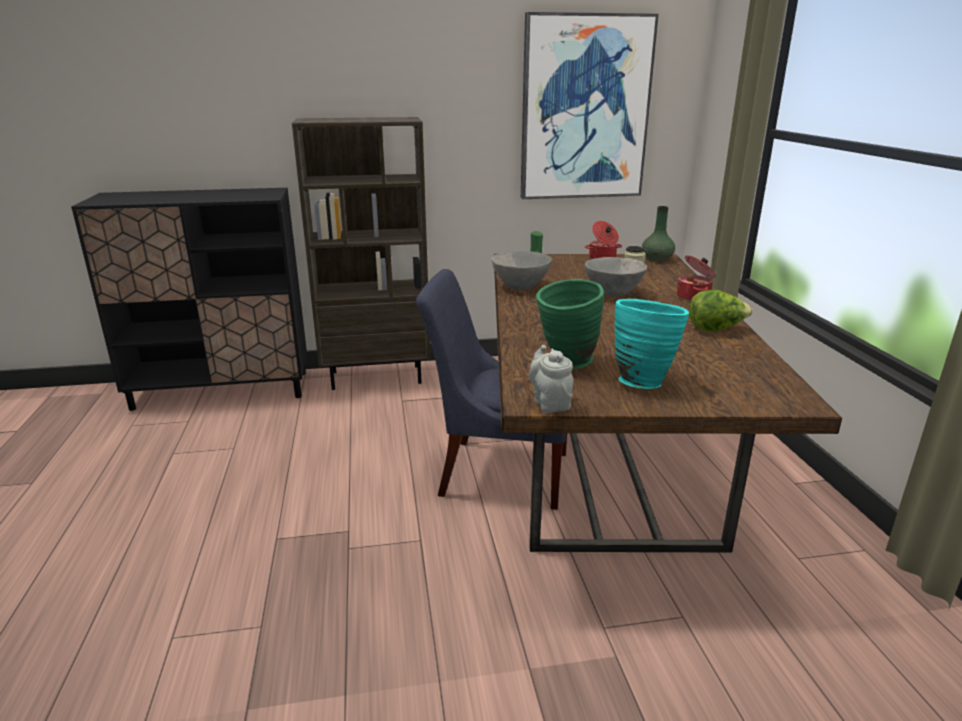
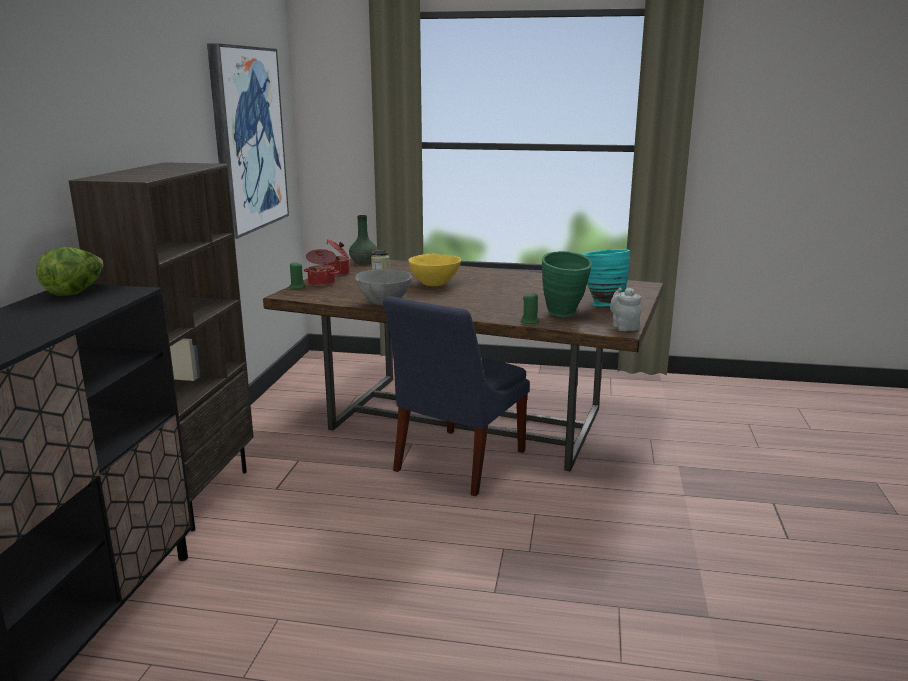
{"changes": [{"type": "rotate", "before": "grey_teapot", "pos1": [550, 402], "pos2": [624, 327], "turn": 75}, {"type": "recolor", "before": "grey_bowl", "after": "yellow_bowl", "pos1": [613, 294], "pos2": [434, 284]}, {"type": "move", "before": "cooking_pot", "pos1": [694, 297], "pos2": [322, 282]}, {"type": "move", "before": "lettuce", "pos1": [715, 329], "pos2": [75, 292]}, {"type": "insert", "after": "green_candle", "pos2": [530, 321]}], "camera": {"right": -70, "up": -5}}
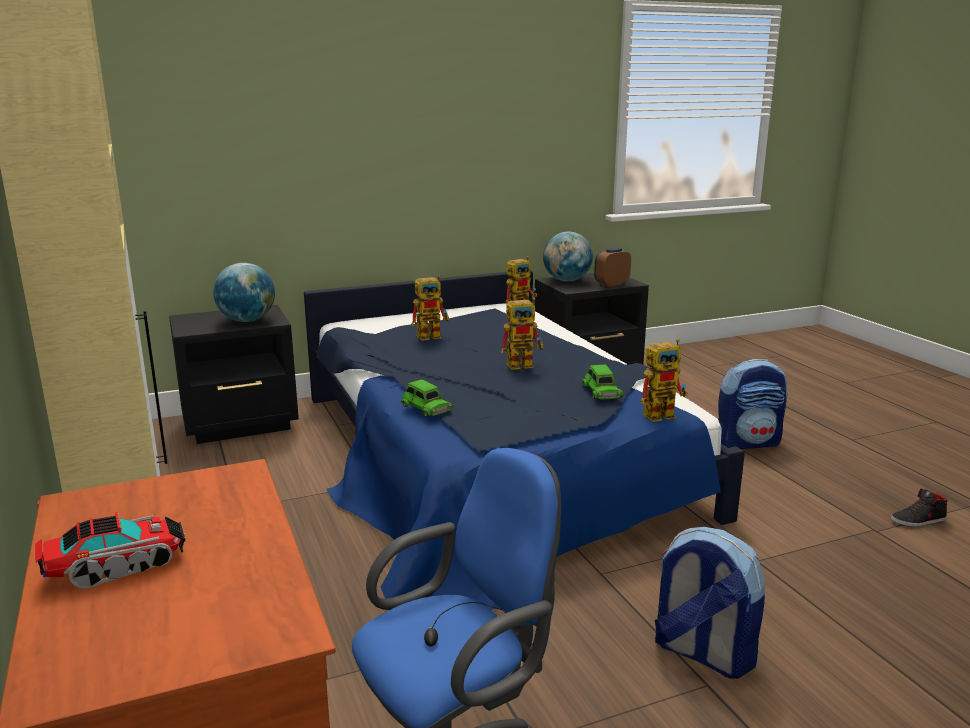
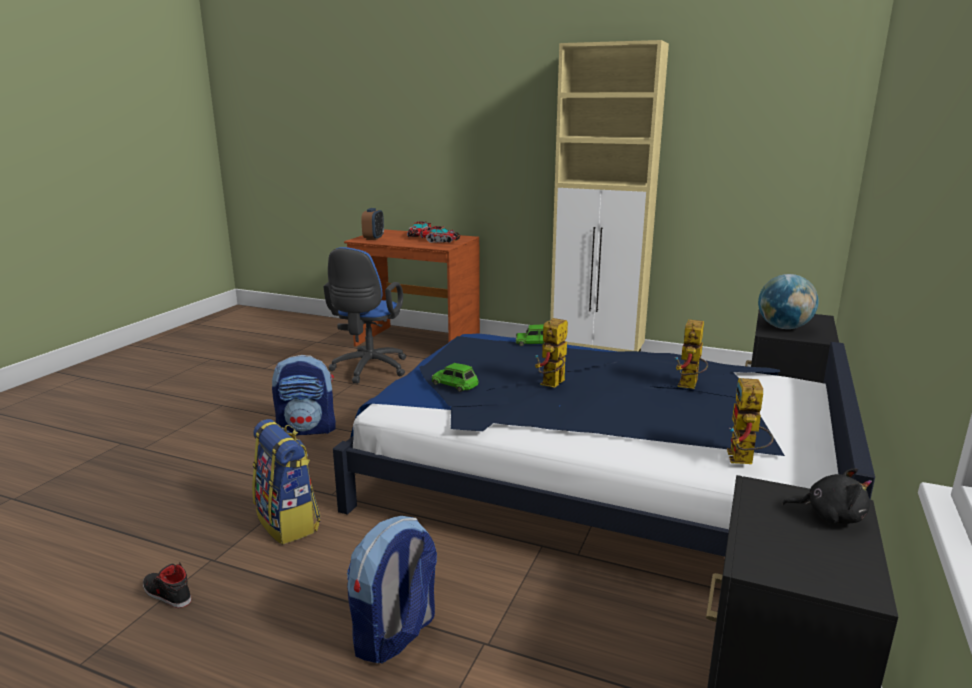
{"changes": [{"type": "replace", "before": "globe", "after": "black_plush_toy", "pos1": [566, 280], "pos2": [829, 516]}, {"type": "move", "before": "alarm_clock", "pos1": [611, 284], "pos2": [373, 238]}, {"type": "delete", "before": "toy_robot", "pos1": [663, 414]}, {"type": "rotate", "before": "black_shoe", "pos1": [918, 521], "pos2": [166, 594], "turn": -90}, {"type": "insert", "after": "backpack", "pos2": [289, 522]}, {"type": "insert", "after": "toy_truck", "pos2": [440, 241]}], "camera": {"right": 135, "up": 0}}
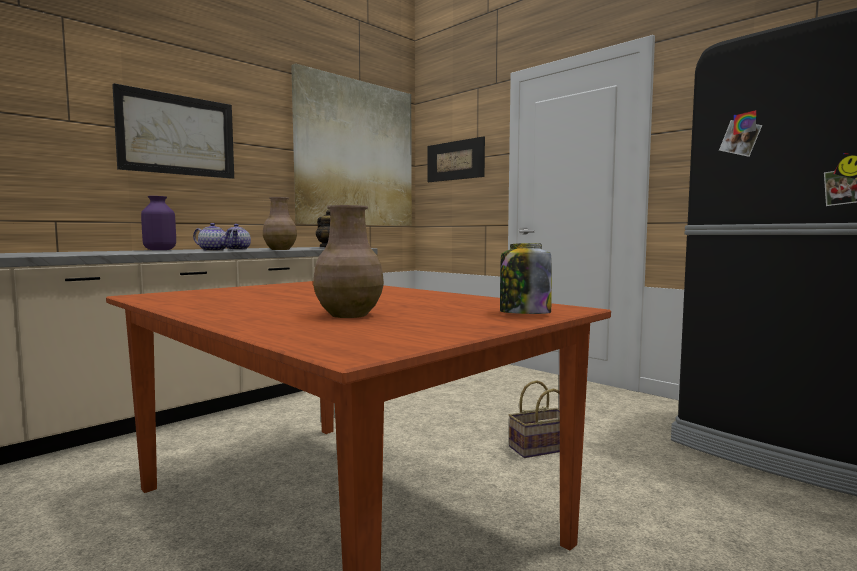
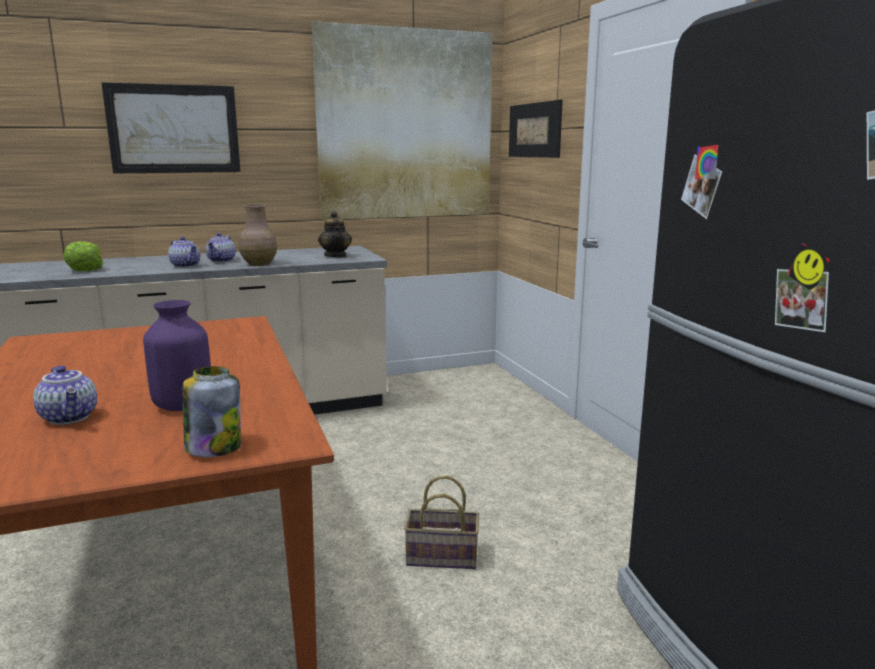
{"changes": [{"type": "move", "before": "purple_vase", "pos1": [159, 250], "pos2": [182, 405]}, {"type": "replace", "before": "brown_vase", "after": "teapot", "pos1": [349, 315], "pos2": [70, 417]}, {"type": "insert", "after": "lettuce", "pos2": [83, 270]}], "camera": {"right": 25, "up": 10}}
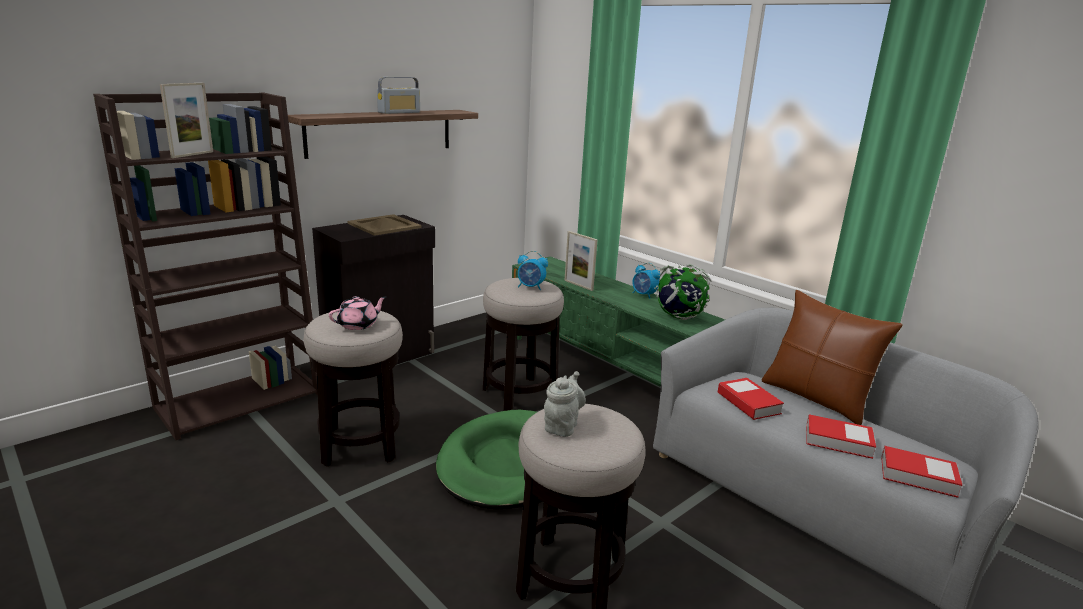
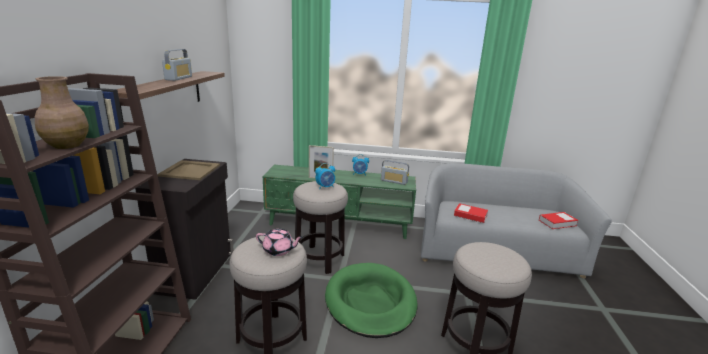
{"changes": [{"type": "replace", "before": "picture_frame", "after": "brown_vase", "pos1": [192, 154], "pos2": [66, 145]}, {"type": "rotate", "before": "pink_teapot", "pos1": [358, 325], "pos2": [279, 250], "turn": 90}, {"type": "delete", "before": "grey_teapot", "pos1": [562, 425]}, {"type": "replace", "before": "globe", "after": "radio", "pos1": [679, 317], "pos2": [394, 181]}, {"type": "delete", "before": "brown_pillow", "pos1": [816, 398]}, {"type": "delete", "before": "book", "pos1": [838, 441]}], "camera": {"right": -40, "up": 0}}
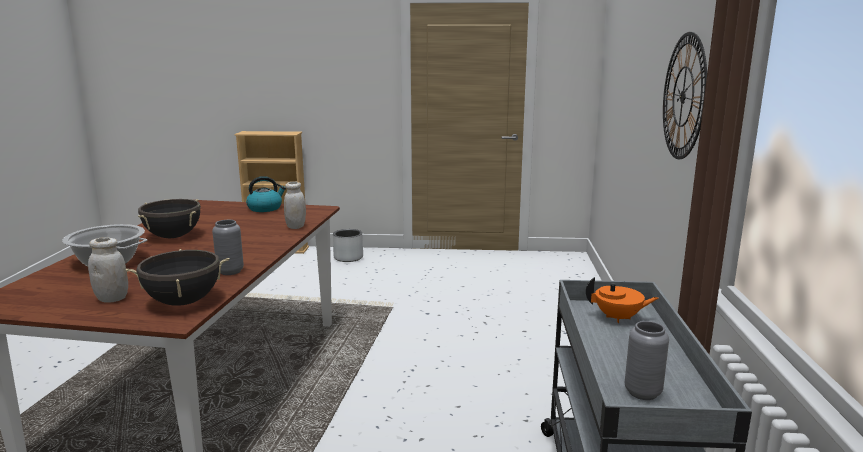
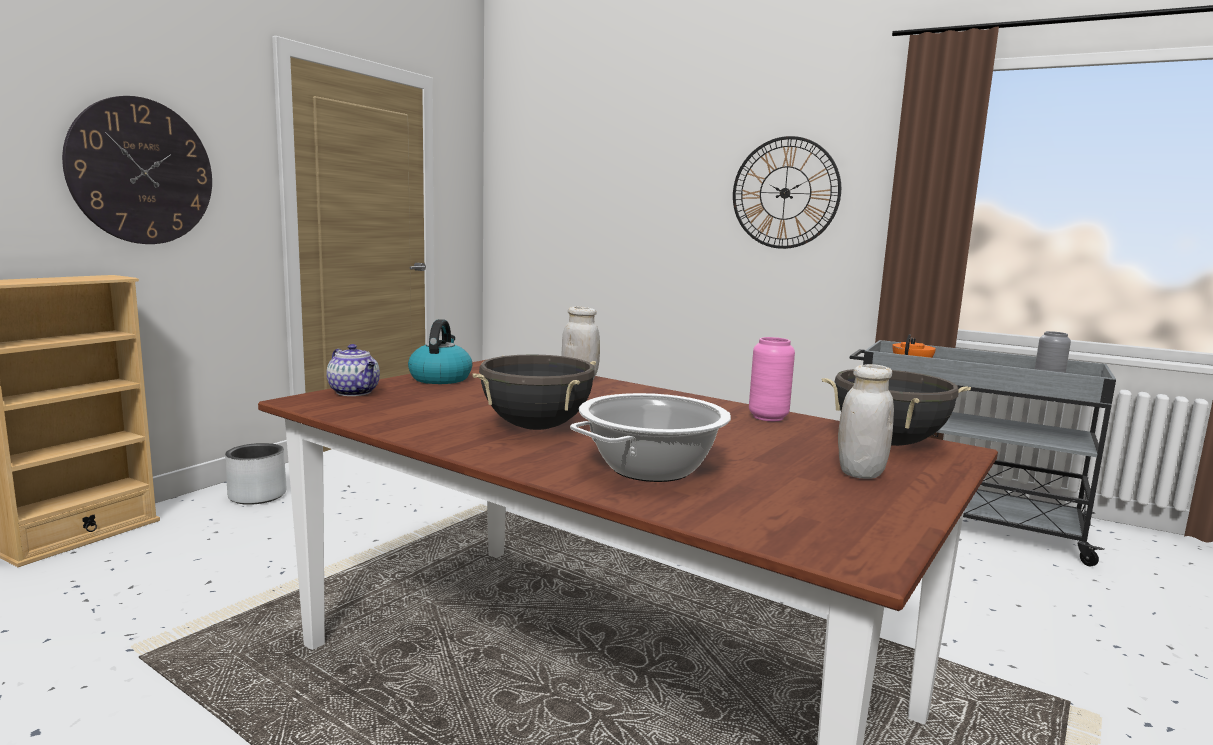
{"changes": [{"type": "recolor", "before": "grey_vase", "after": "pink_vase", "pos1": [230, 271], "pos2": [768, 417]}, {"type": "insert", "after": "wall_clock", "pos2": [142, 171]}, {"type": "insert", "after": "teapot", "pos2": [355, 392]}], "camera": {"right": -65, "up": -5}}
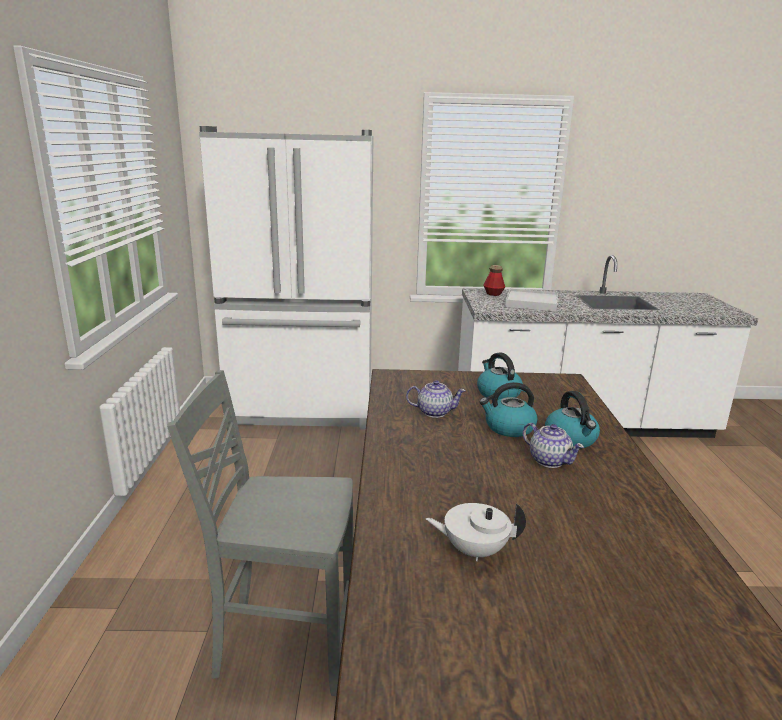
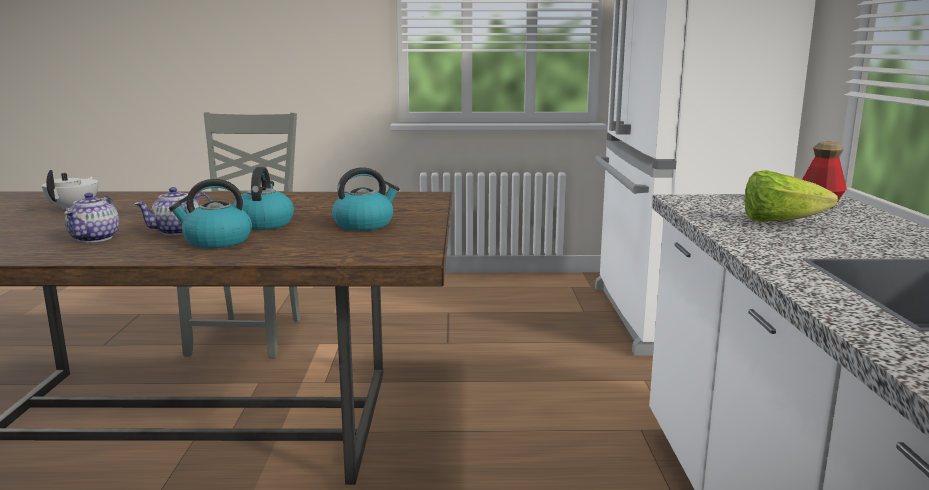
{"changes": [{"type": "move", "before": "teapot", "pos1": [434, 412], "pos2": [96, 238]}, {"type": "replace", "before": "white_tray", "after": "lettuce", "pos1": [531, 303], "pos2": [779, 222]}], "camera": {"right": 90, "up": -5}}
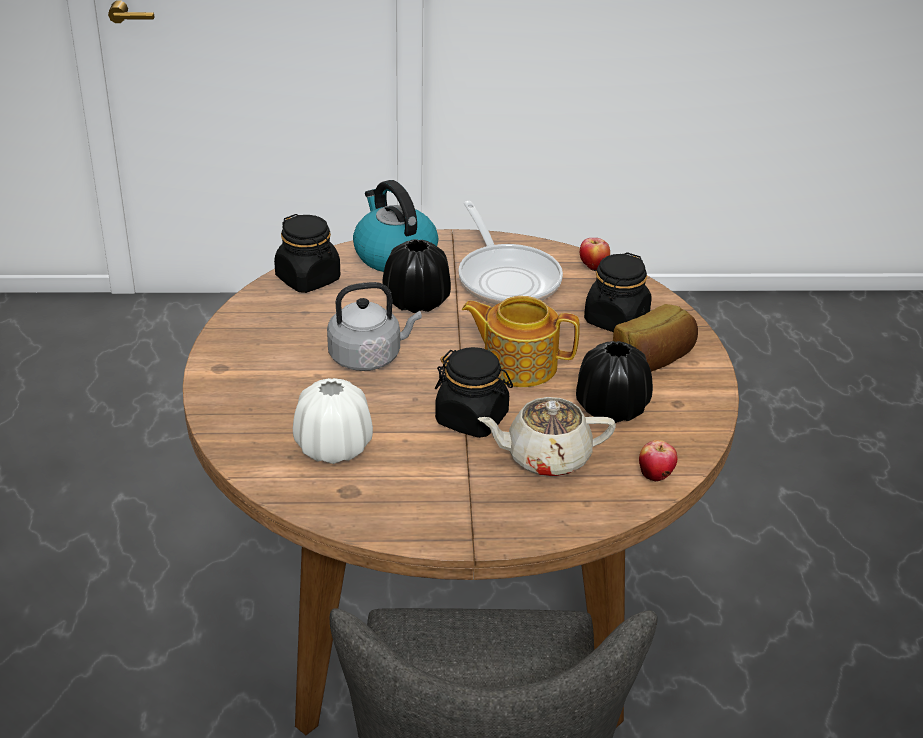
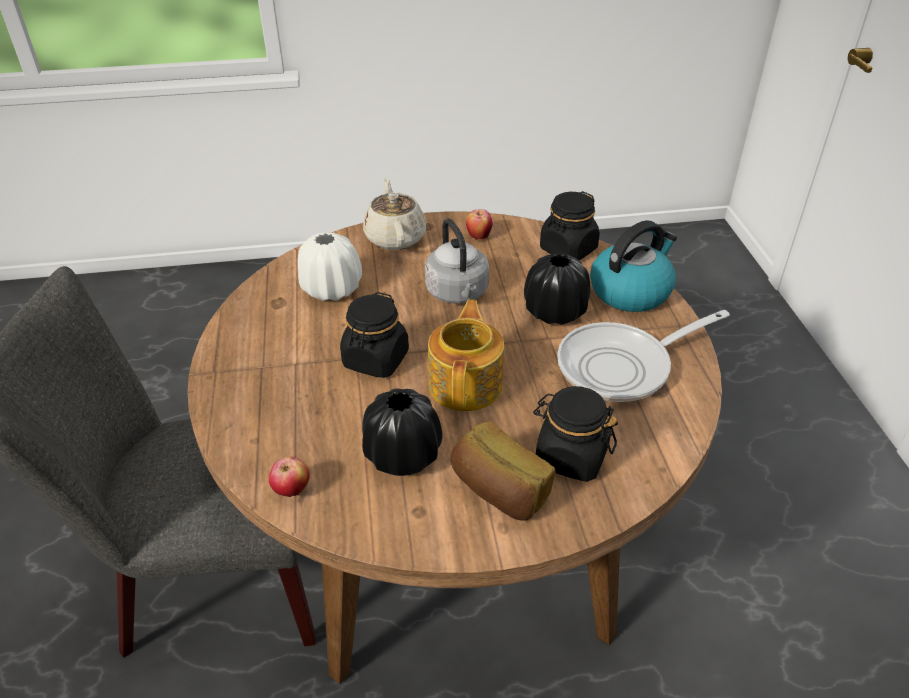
{"changes": [{"type": "move", "before": "beige_teapot", "pos1": [546, 457], "pos2": [395, 237]}, {"type": "move", "before": "apple", "pos1": [593, 268], "pos2": [478, 236]}], "camera": {"right": 85, "up": 5}}
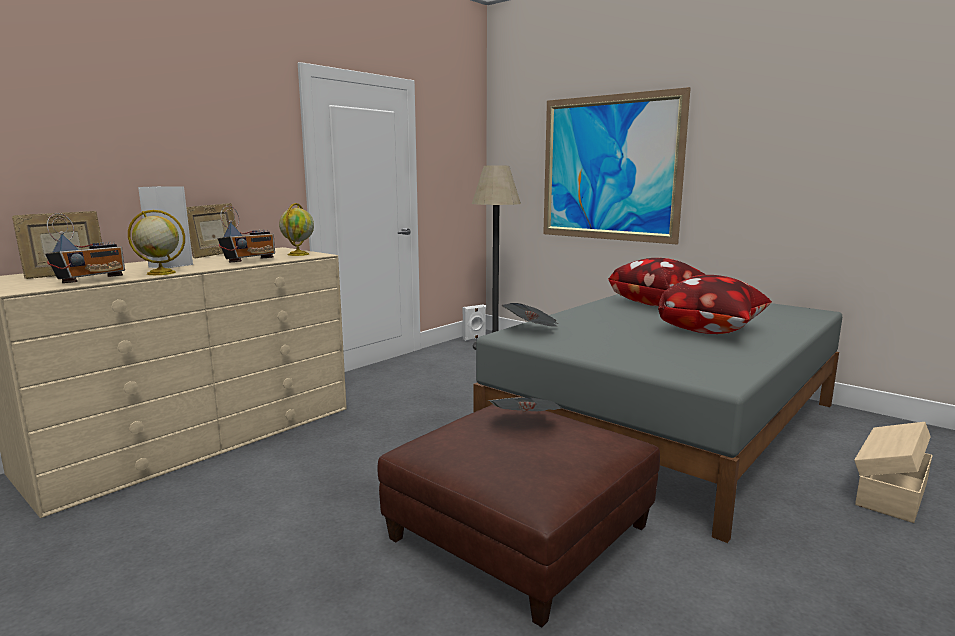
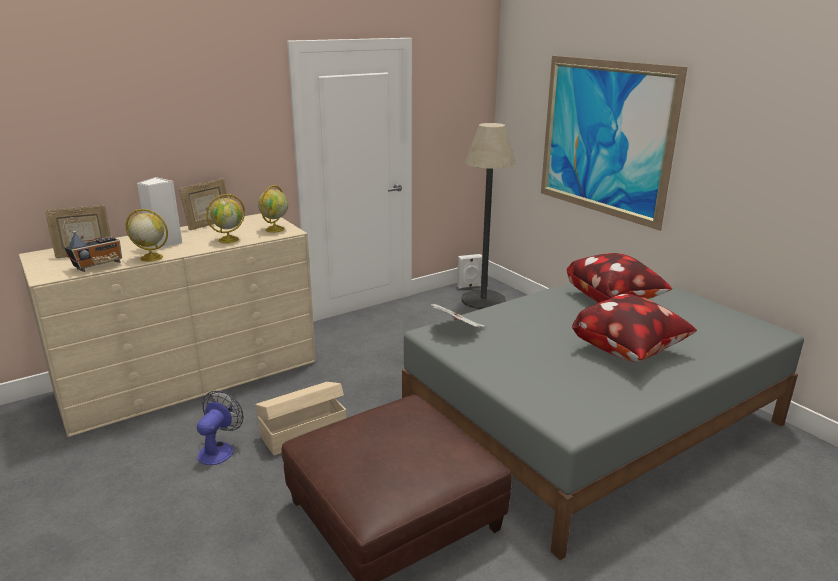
{"changes": [{"type": "replace", "before": "radio", "after": "globe", "pos1": [250, 261], "pos2": [229, 239]}, {"type": "delete", "before": "newspaper", "pos1": [525, 424]}, {"type": "move", "before": "beige_storage_box", "pos1": [889, 493], "pos2": [302, 432]}, {"type": "insert", "after": "fan", "pos2": [219, 449]}], "camera": {"right": 15, "up": 10}}
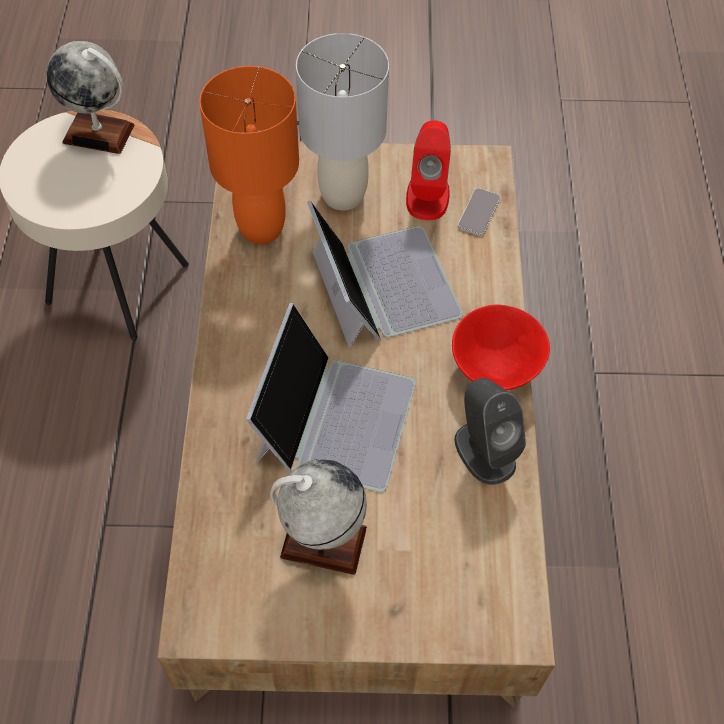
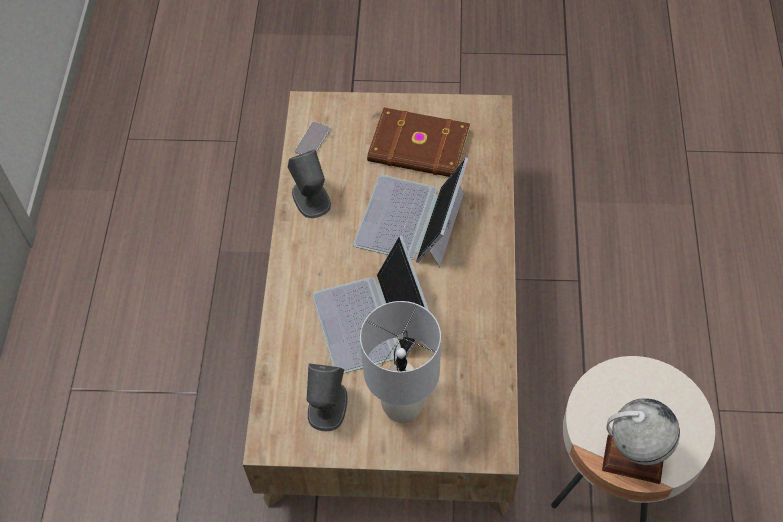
{"changes": [{"type": "delete", "before": "orange_table_lamp", "pos1": [261, 228]}, {"type": "replace", "before": "globe", "after": "brown_book", "pos1": [323, 542], "pos2": [419, 148]}, {"type": "recolor", "before": "red_speaker", "after": "grey_speaker", "pos1": [427, 195], "pos2": [327, 406]}, {"type": "delete", "before": "red_bowl", "pos1": [494, 368]}, {"type": "move", "before": "phone", "pos1": [479, 212], "pos2": [312, 140]}], "camera": {"right": -175, "up": 0}}
